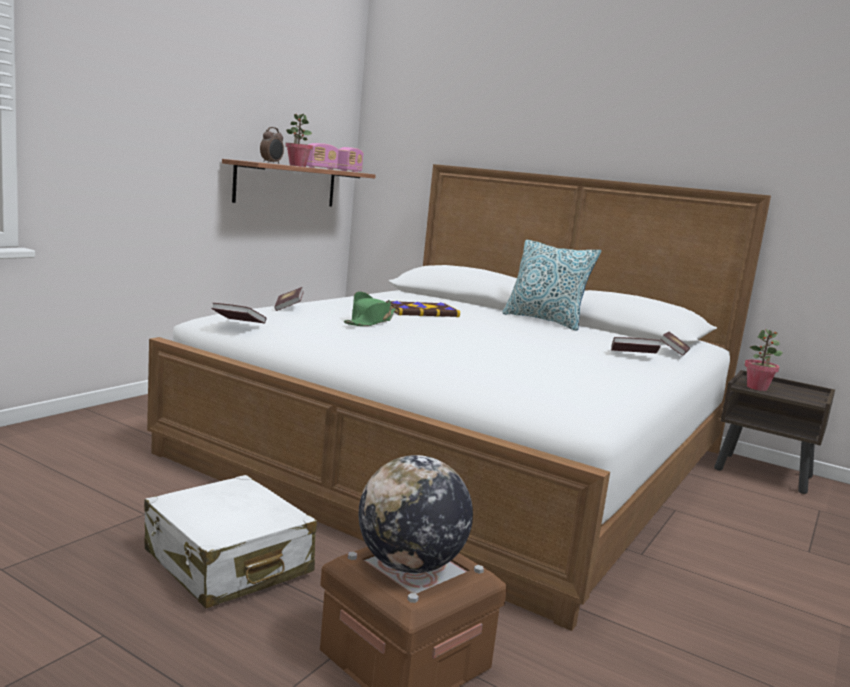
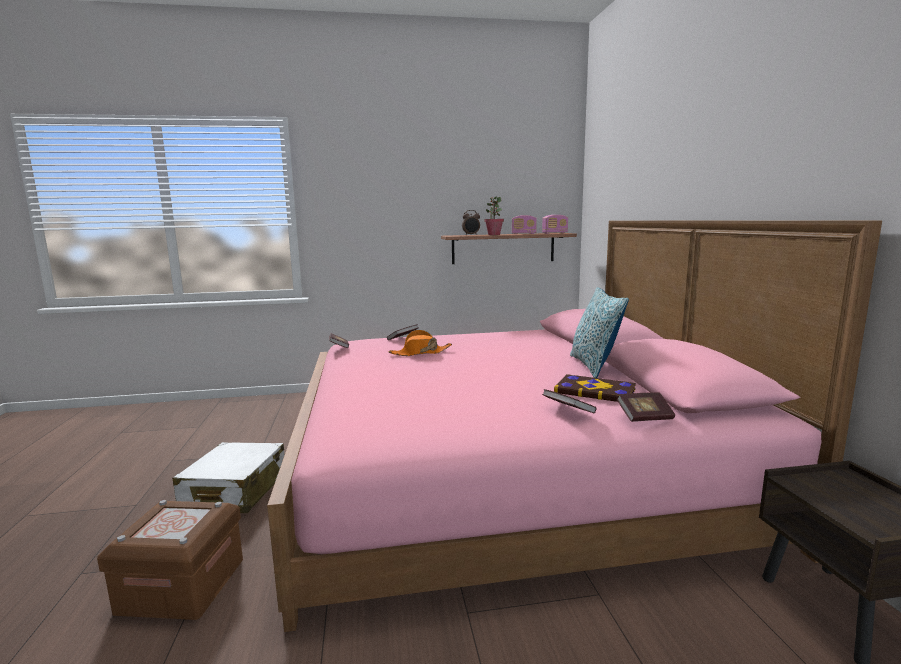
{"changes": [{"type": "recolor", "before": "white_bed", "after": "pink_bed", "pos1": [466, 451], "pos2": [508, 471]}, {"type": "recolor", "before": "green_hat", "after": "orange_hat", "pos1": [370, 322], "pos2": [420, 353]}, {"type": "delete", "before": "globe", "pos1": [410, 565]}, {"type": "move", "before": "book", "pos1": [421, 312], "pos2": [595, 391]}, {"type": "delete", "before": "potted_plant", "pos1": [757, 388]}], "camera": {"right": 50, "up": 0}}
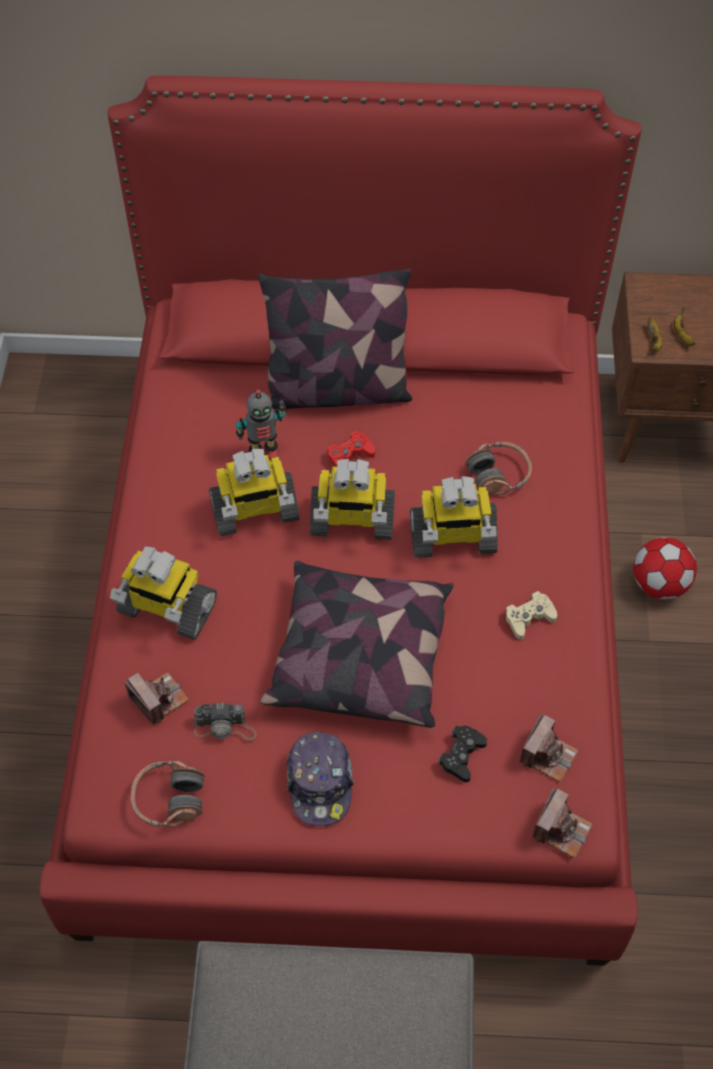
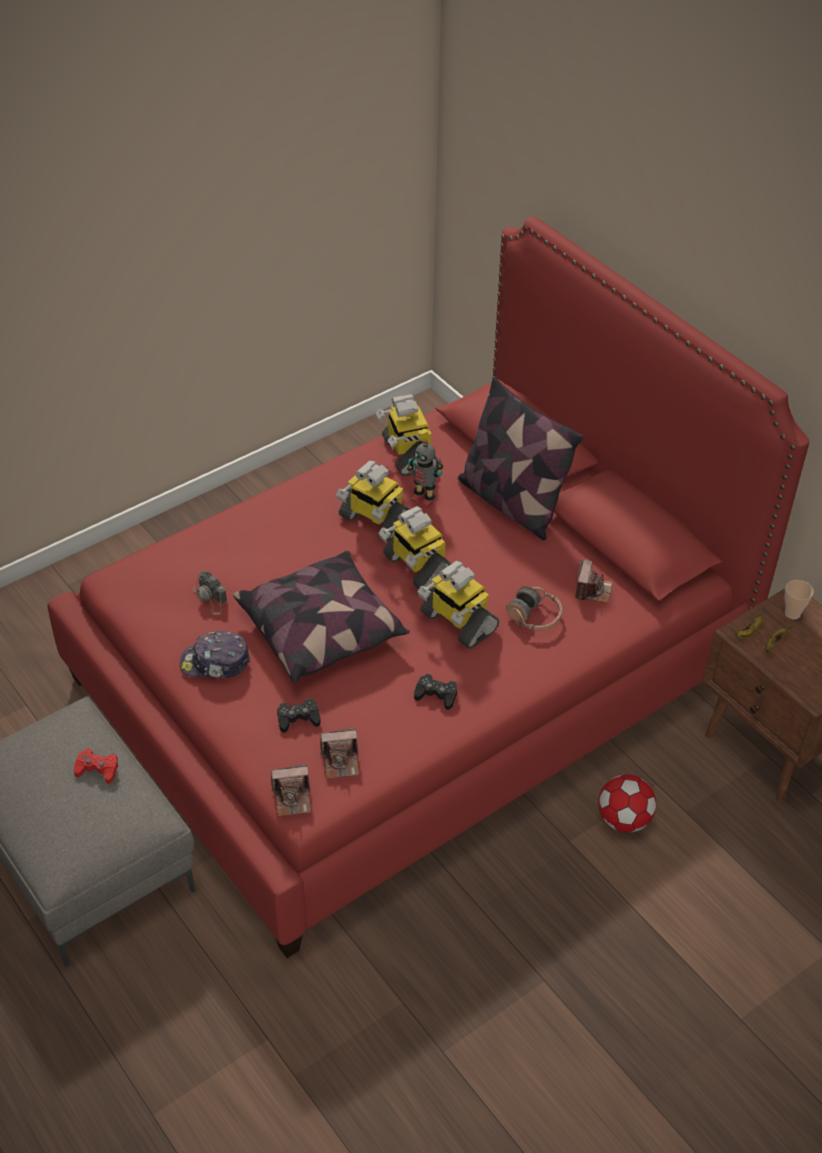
{"changes": [{"type": "move", "before": "toy_robot", "pos1": [166, 608], "pos2": [407, 454]}, {"type": "move", "before": "photo_camera", "pos1": [159, 699], "pos2": [592, 590]}, {"type": "delete", "before": "headphones", "pos1": [169, 799]}, {"type": "rotate", "before": "cap", "pos1": [320, 783], "pos2": [215, 663], "turn": 45}, {"type": "move", "before": "red_game_controller", "pos1": [350, 456], "pos2": [97, 769]}, {"type": "recolor", "before": "beige_game_controller", "after": "black_game_controller", "pos1": [529, 618], "pos2": [436, 695]}, {"type": "insert", "after": "cup", "pos2": [792, 613]}], "camera": {"right": 50, "up": -10}}
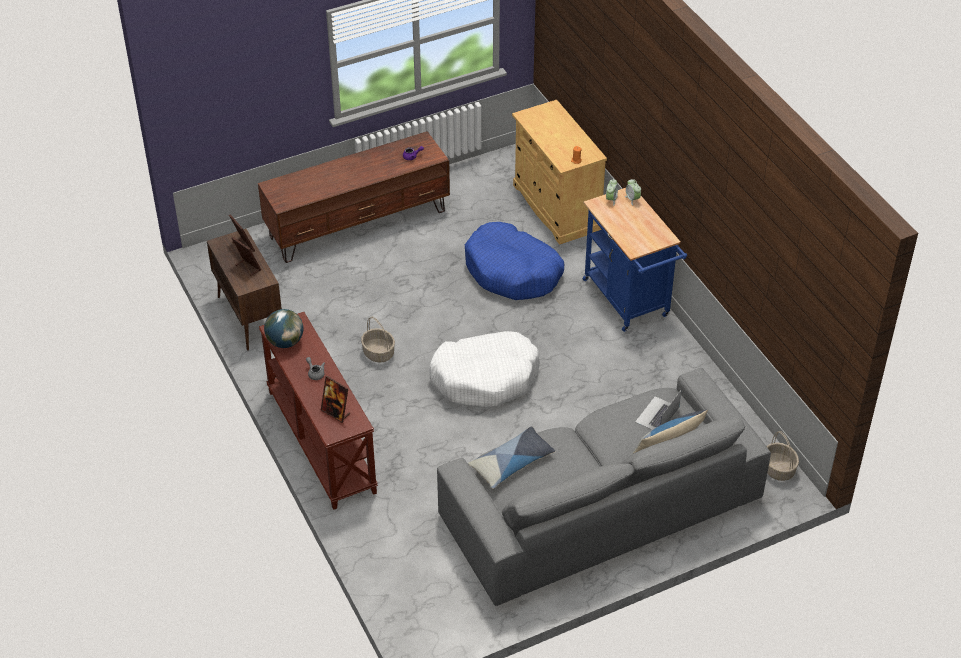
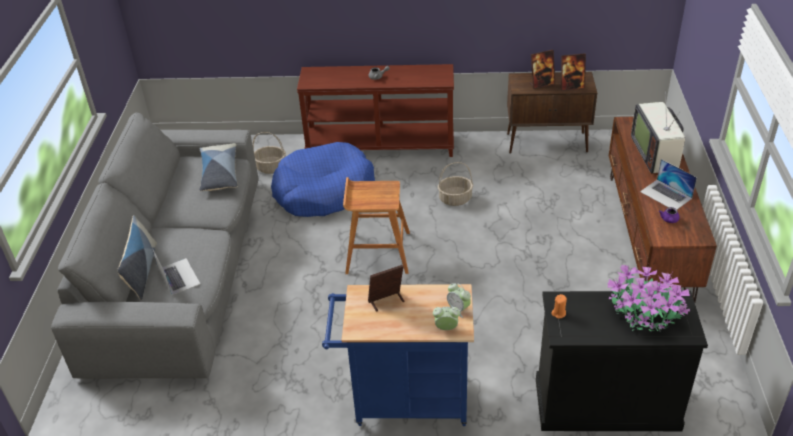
{"changes": [{"type": "delete", "before": "globe", "pos1": [285, 342]}, {"type": "move", "before": "picture_frame", "pos1": [335, 412], "pos2": [386, 301]}, {"type": "replace", "before": "white_dog_bed", "after": "brown_stool", "pos1": [485, 378], "pos2": [377, 252]}, {"type": "move", "before": "blue_dog_bed", "pos1": [513, 272], "pos2": [323, 191]}, {"type": "recolor", "before": "beige_cabinet", "after": "black_cabinet", "pos1": [556, 207], "pos2": [606, 403]}, {"type": "move", "before": "basket", "pos1": [779, 469], "pos2": [270, 167]}, {"type": "insert", "after": "potted_plant", "pos2": [645, 315]}, {"type": "insert", "after": "television", "pos2": [656, 155]}, {"type": "insert", "after": "laptop", "pos2": [666, 195]}], "camera": {"right": 120, "up": -5}}
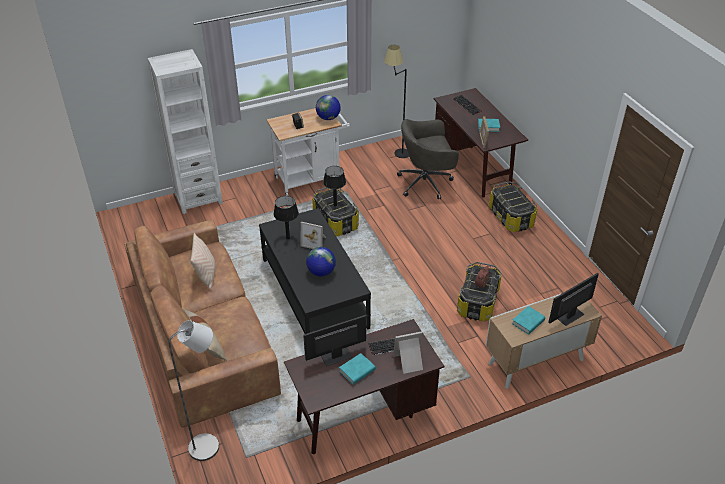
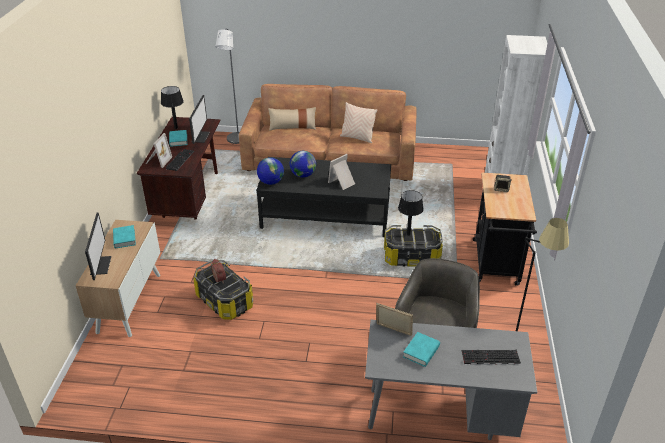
{"changes": [{"type": "recolor", "before": "white_cart", "after": "black_cart", "pos1": [311, 178], "pos2": [496, 265]}, {"type": "move", "before": "black_table_lamp", "pos1": [288, 238], "pos2": [176, 128]}, {"type": "move", "before": "globe", "pos1": [328, 118], "pos2": [270, 182]}, {"type": "recolor", "before": "brown_desk", "after": "grey_desk", "pos1": [474, 167], "pos2": [440, 415]}, {"type": "delete", "before": "storage_box", "pos1": [511, 217]}], "camera": {"right": 120, "up": -5}}
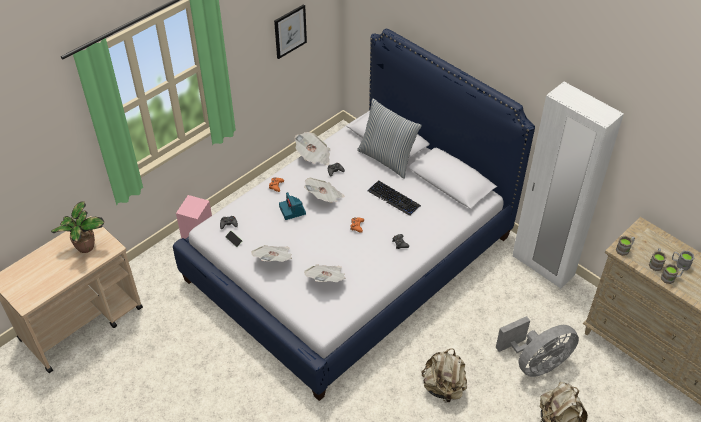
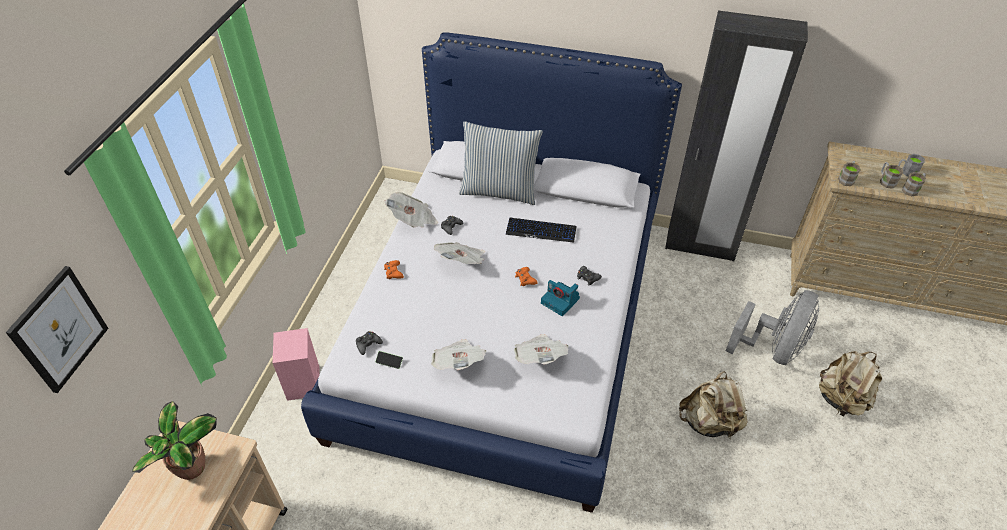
{"changes": [{"type": "move", "before": "picture", "pos1": [290, 31], "pos2": [59, 329]}, {"type": "move", "before": "photo_camera", "pos1": [293, 211], "pos2": [561, 301]}, {"type": "recolor", "before": "white_wardrobe", "after": "black_wardrobe", "pos1": [542, 266], "pos2": [700, 246]}], "camera": {"right": -30, "up": 0}}
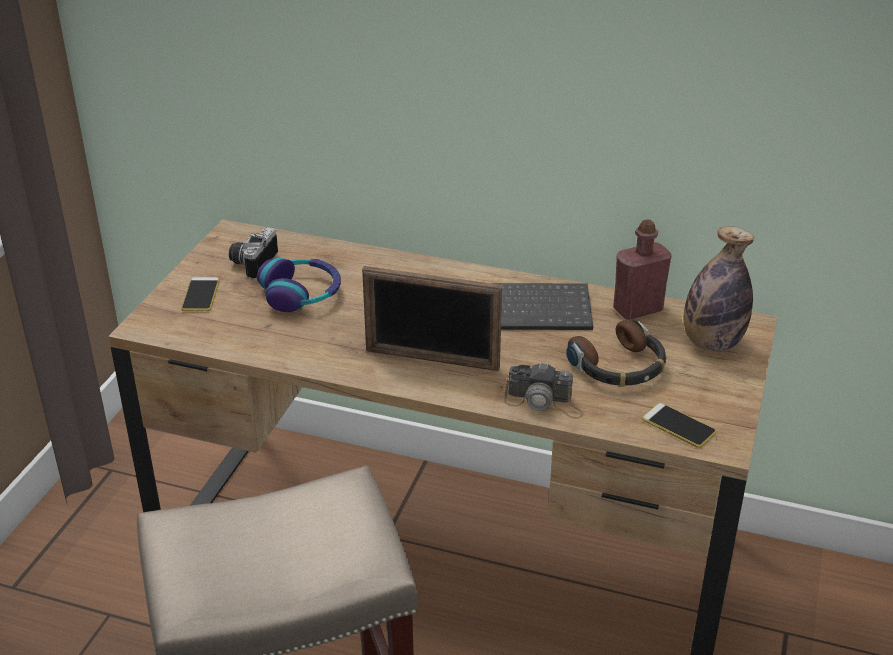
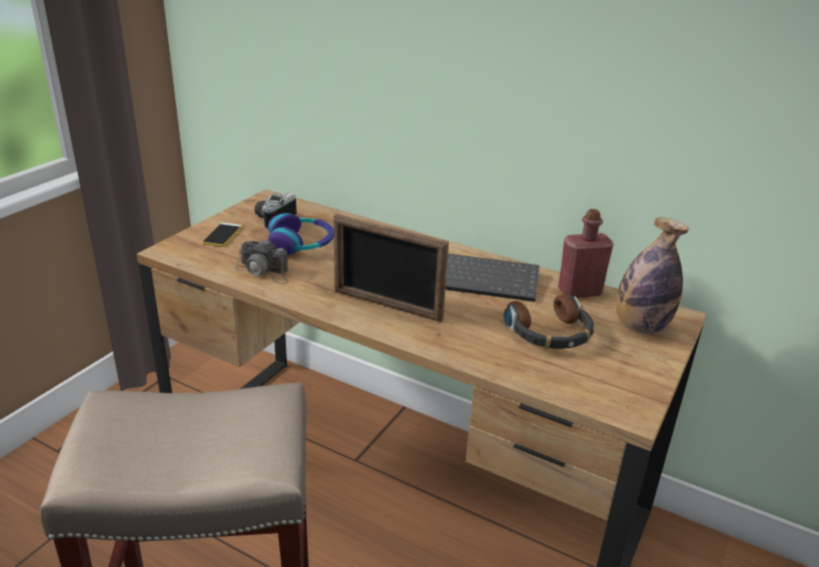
{"changes": [{"type": "move", "before": "photo_camera", "pos1": [544, 402], "pos2": [264, 271]}, {"type": "delete", "before": "phone", "pos1": [678, 426]}], "camera": {"right": 10, "up": -5}}
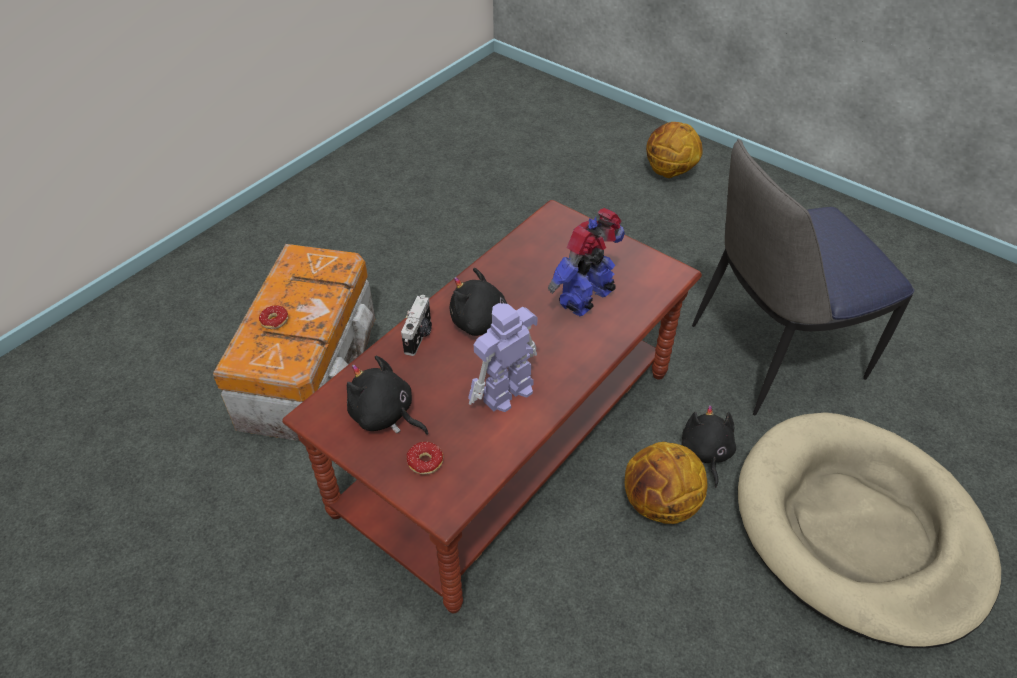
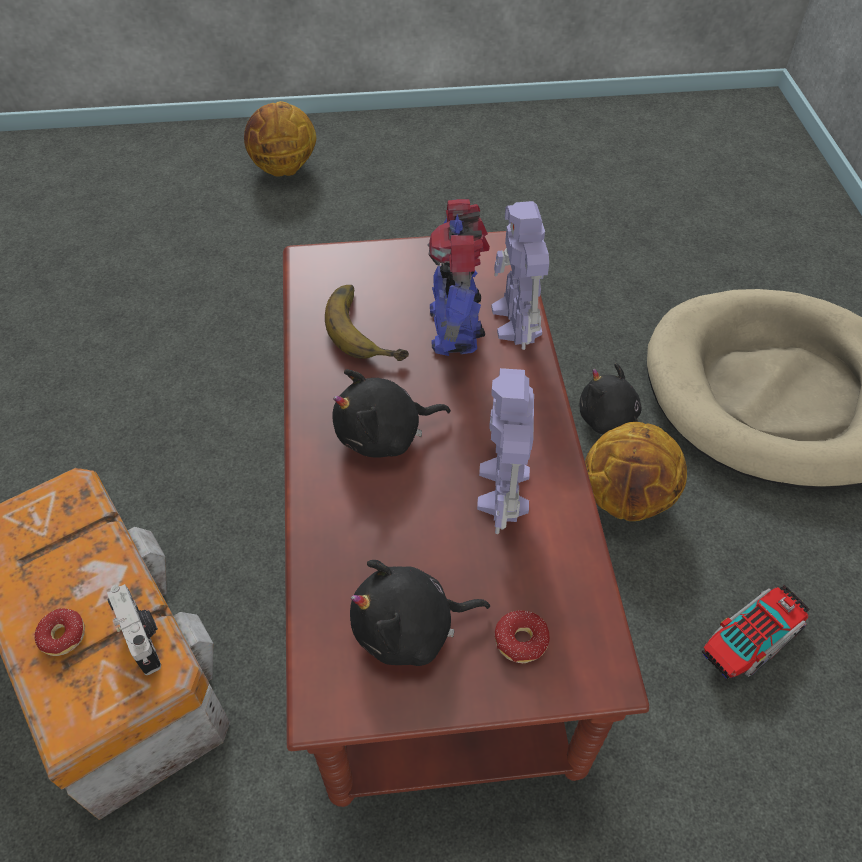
{"changes": [{"type": "move", "before": "photo_camera", "pos1": [419, 336], "pos2": [143, 637]}, {"type": "delete", "before": "chair", "pos1": [771, 354]}, {"type": "insert", "after": "banana", "pos2": [369, 327]}, {"type": "insert", "after": "toy_robot", "pos2": [516, 322]}, {"type": "insert", "after": "toy_truck", "pos2": [751, 639]}], "camera": {"right": -45, "up": 5}}
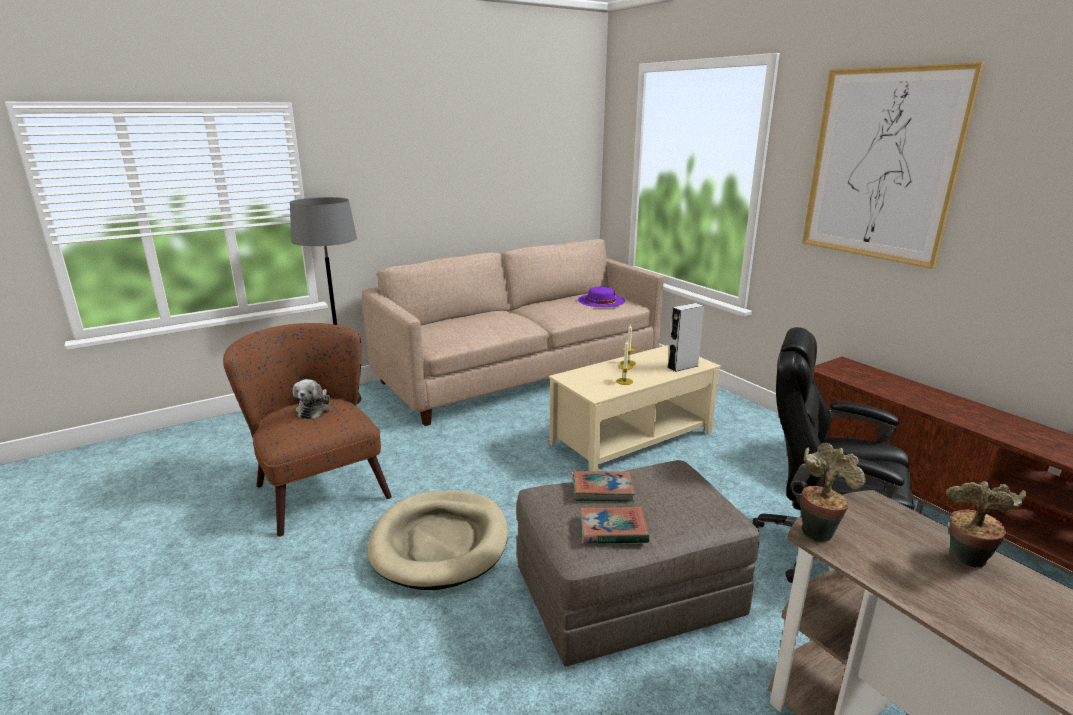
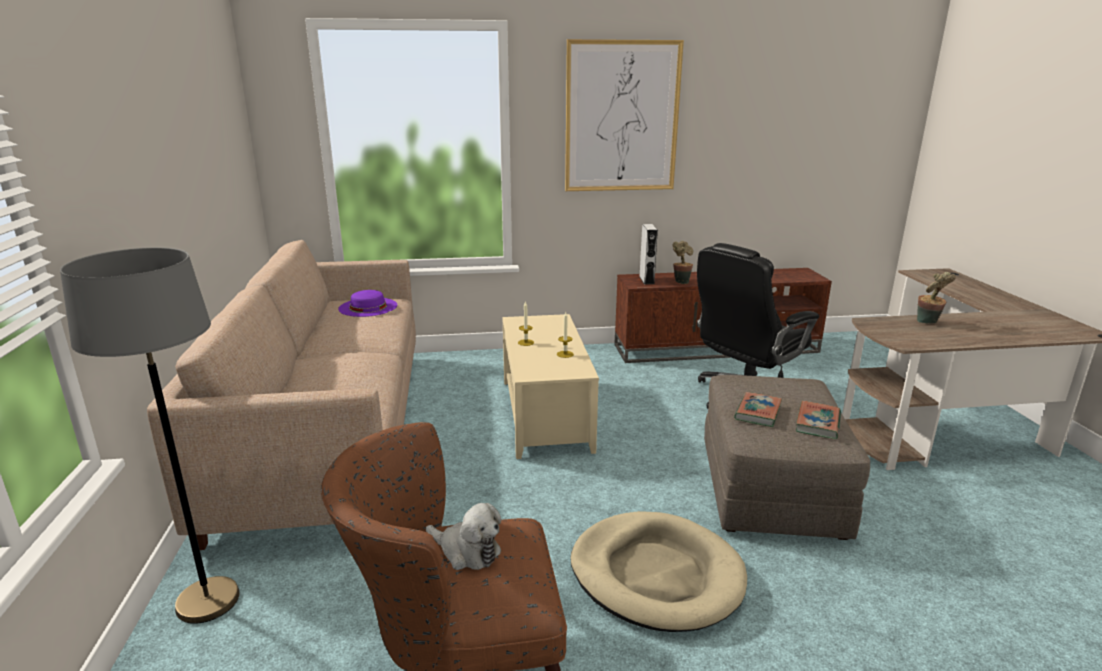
{"changes": [{"type": "move", "before": "grey_speaker", "pos1": [682, 367], "pos2": [646, 280]}, {"type": "move", "before": "potted_plant", "pos1": [818, 531], "pos2": [681, 281]}], "camera": {"right": -65, "up": 0}}
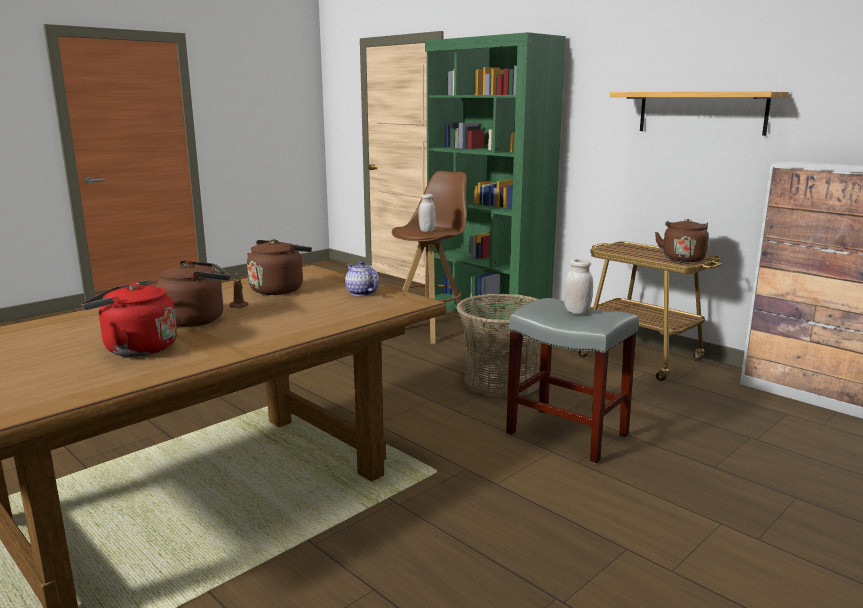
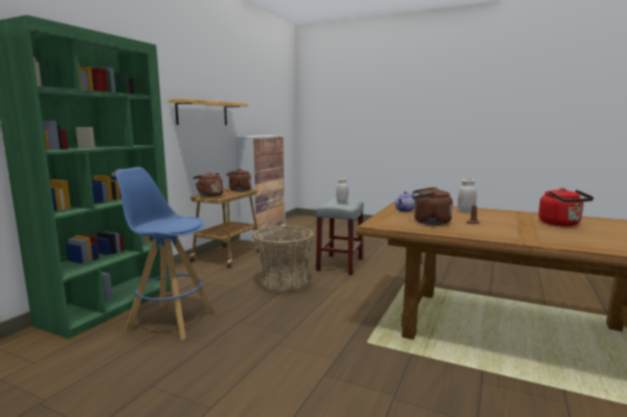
{"changes": [{"type": "move", "before": "brown_kettle", "pos1": [197, 319], "pos2": [209, 195]}, {"type": "recolor", "before": "brown_stool", "after": "blue_stool", "pos1": [430, 328], "pos2": [170, 321]}, {"type": "move", "before": "white_jar", "pos1": [427, 231], "pos2": [466, 211]}], "camera": {"right": -110, "up": -5}}
